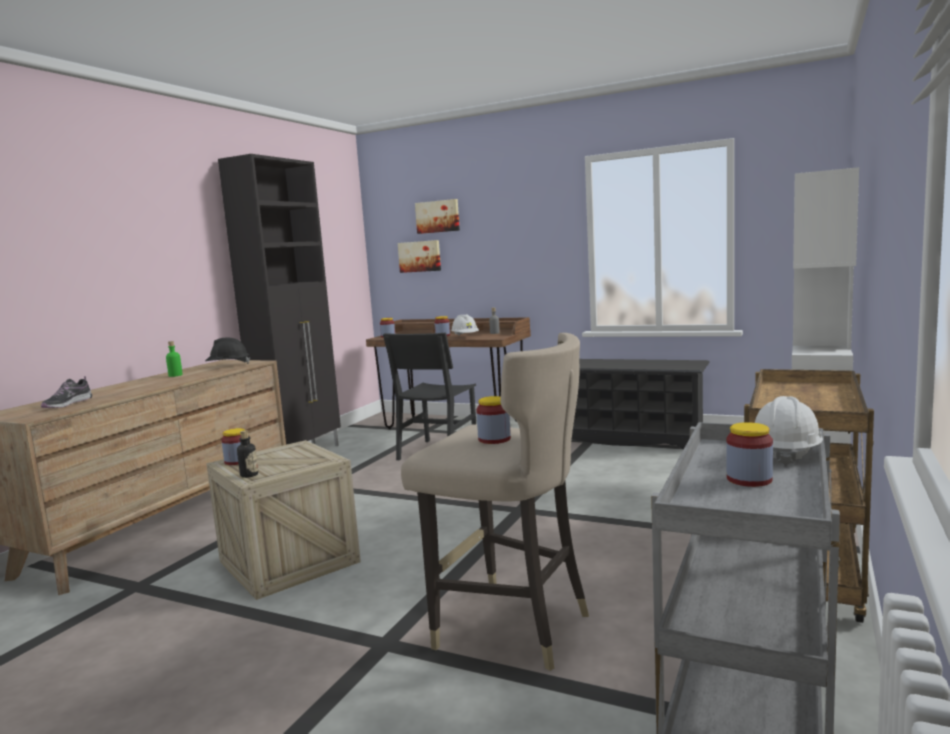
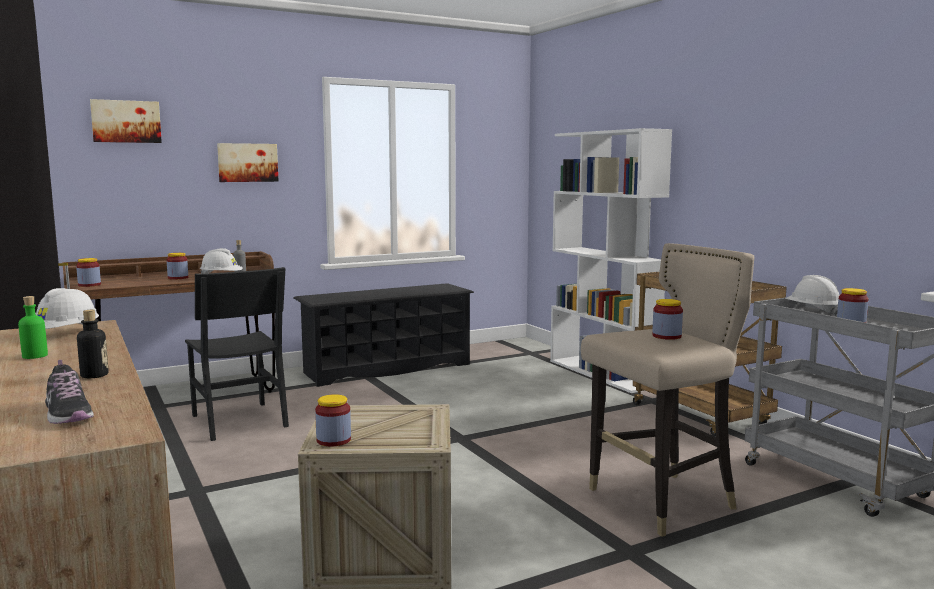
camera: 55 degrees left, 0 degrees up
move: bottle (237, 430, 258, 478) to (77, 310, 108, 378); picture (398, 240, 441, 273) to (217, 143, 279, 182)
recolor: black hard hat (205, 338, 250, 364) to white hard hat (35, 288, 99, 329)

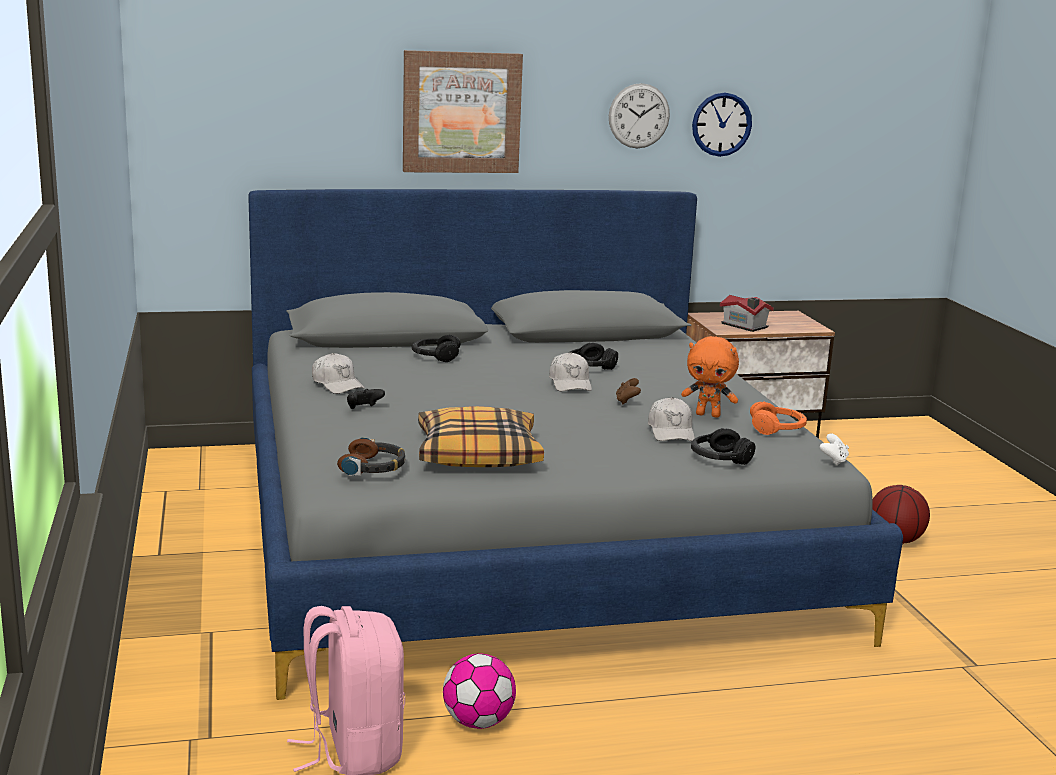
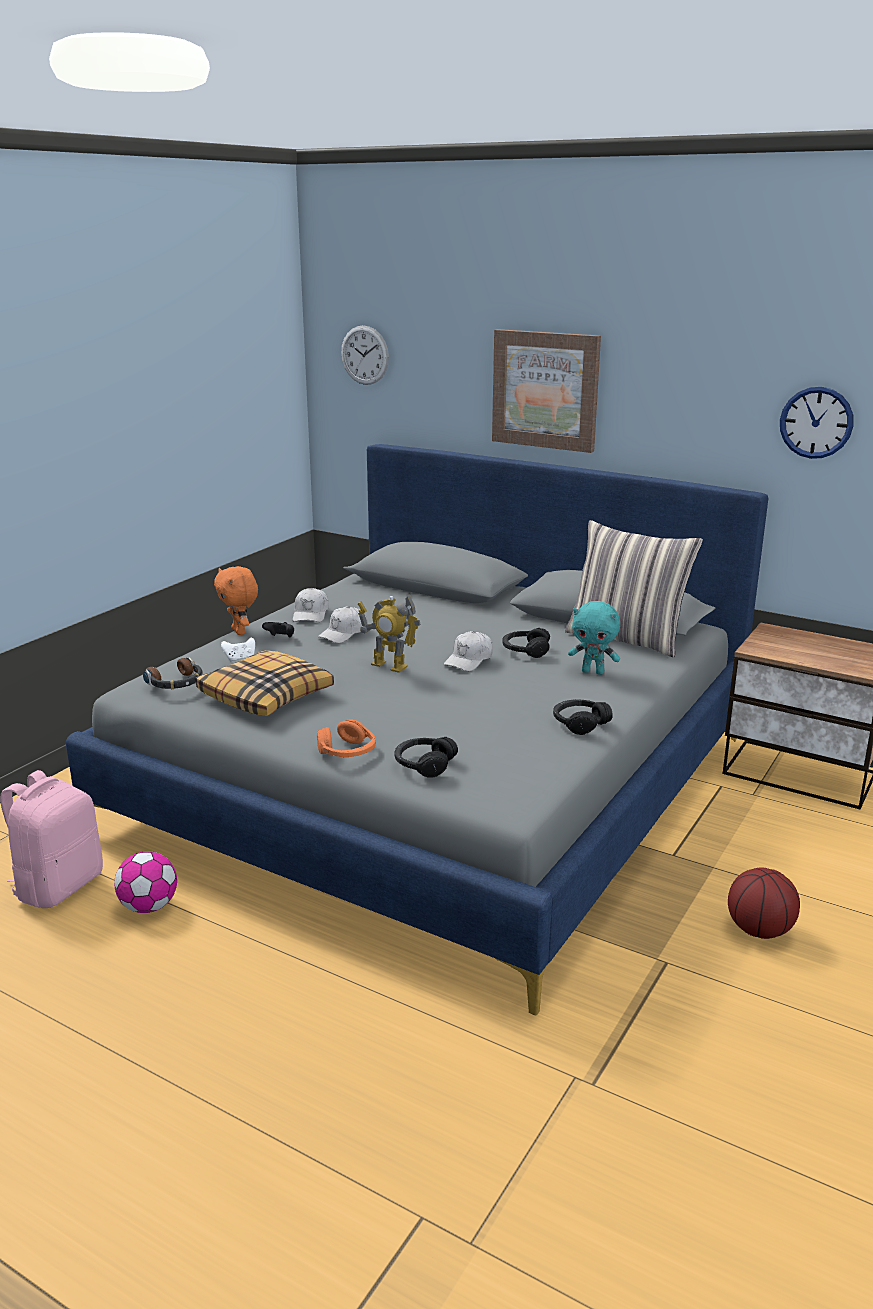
camera: 45 degrees right, 5 degrees up
delete: brown game controller (616, 378, 641, 404); toy house (719, 295, 774, 332)
insert: toy robot (358, 594, 421, 673); pillow (565, 520, 703, 657); turquoise plush toy (568, 601, 620, 675)
move: black headphones (412, 335, 461, 362) to (553, 699, 613, 735); wall clock (609, 83, 670, 148) to (341, 325, 389, 385); white cap (648, 397, 695, 441) to (318, 606, 368, 643); orange plush toy (681, 336, 739, 418) to (214, 566, 258, 635); orange headphones (750, 401, 807, 435) to (317, 719, 376, 757); white game controller (820, 433, 849, 466) to (221, 638, 255, 662)

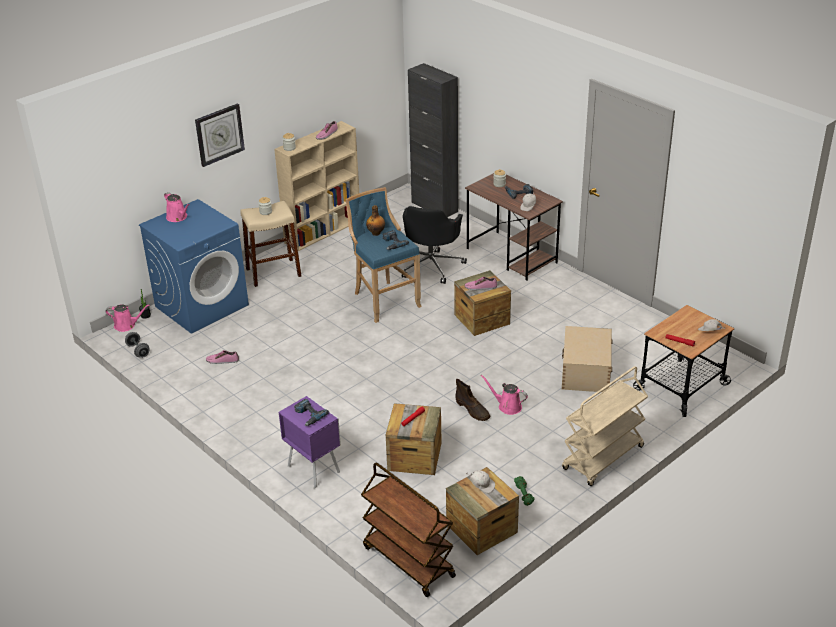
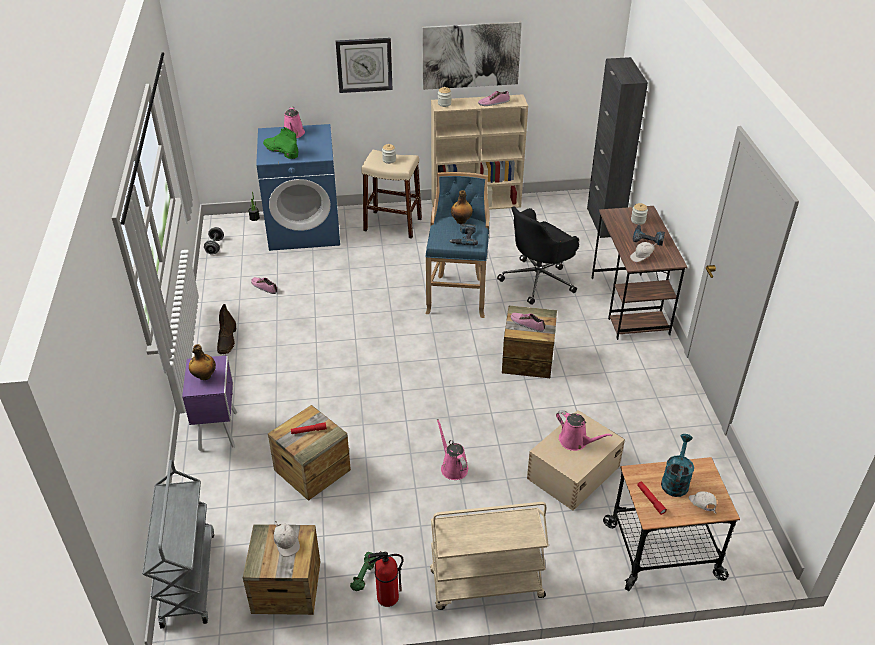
camera: 35 degrees right, 5 degrees up
insert: green boot (263, 127, 299, 159); fire extinguisher (368, 552, 404, 607); picture (422, 22, 522, 90); turquoise watering can (661, 434, 694, 497)
move: pink watering can (106, 304, 149, 332) to (556, 410, 612, 451); brown boot (456, 379, 490, 421) to (217, 304, 236, 354)
replace: power drill (294, 399, 329, 426) to bottle (189, 344, 216, 380)
recolor: brown cart (361, 462, 456, 597) to grey cart (142, 460, 214, 628)

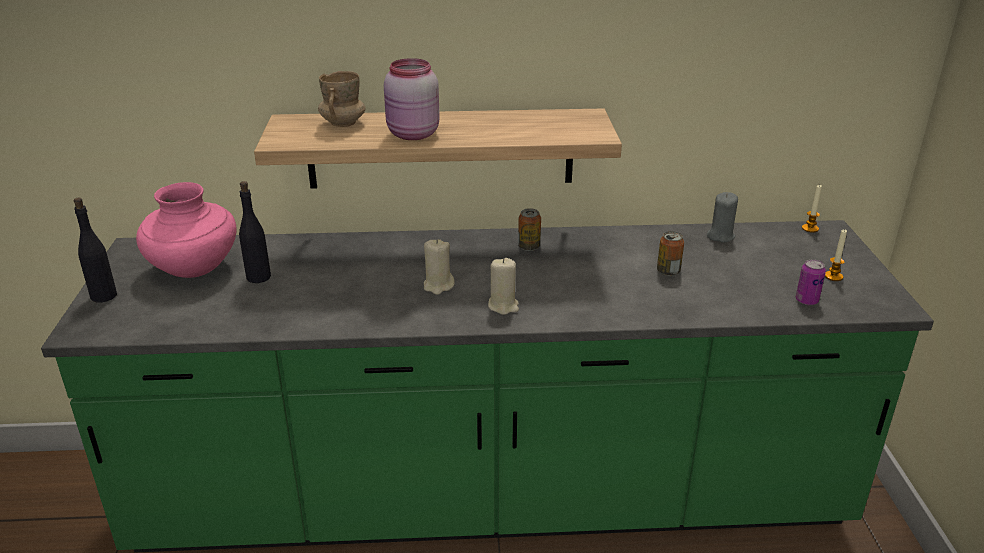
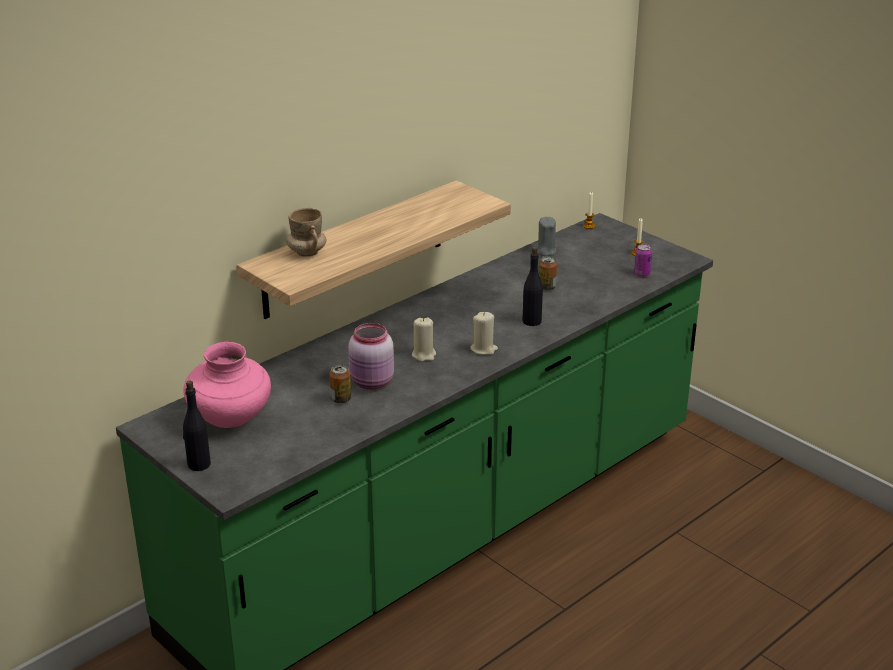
camera: 40 degrees left, 0 degrees up
move: black bottle (239, 181, 271, 283) to (522, 247, 543, 326); pink jar (384, 58, 440, 140) to (348, 323, 394, 389); can (518, 208, 541, 251) to (329, 364, 351, 404)

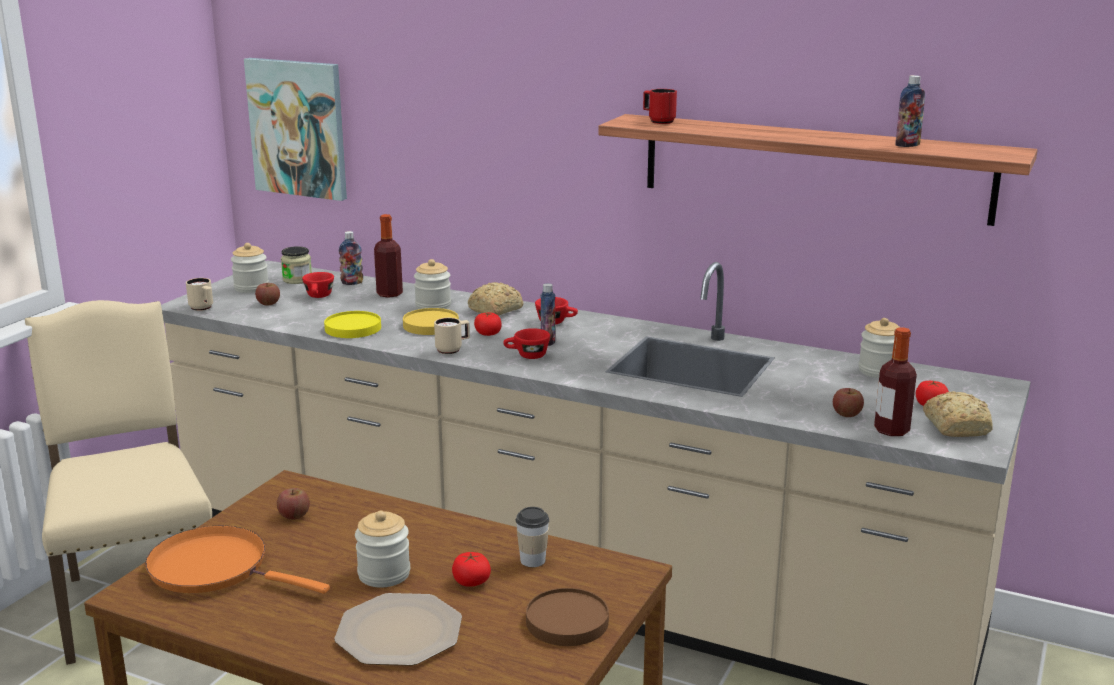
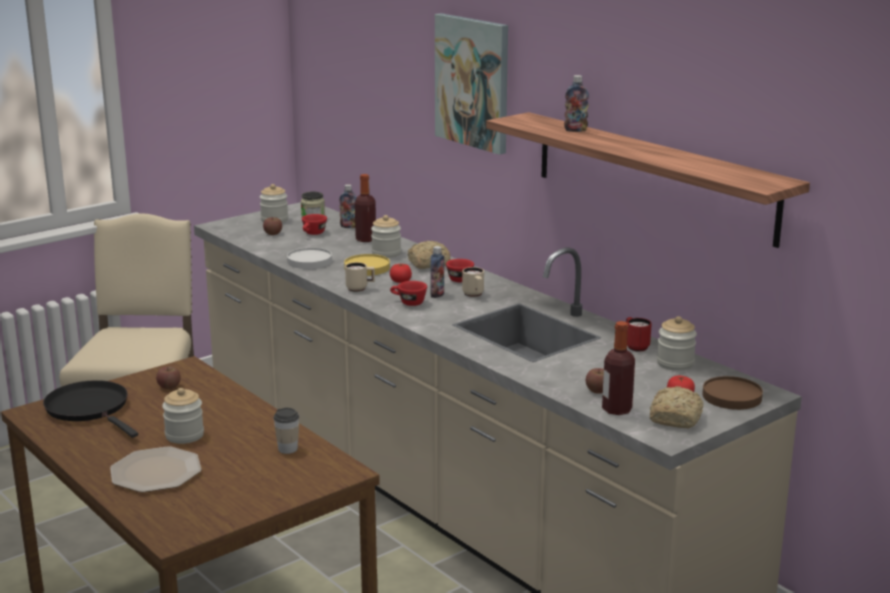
camera: 25 degrees right, 0 degrees up
delete: tomato (452, 552, 491, 587)
move: beige mug (186, 278, 213, 311) to (462, 267, 484, 297); picture (244, 58, 347, 201) to (435, 13, 508, 155); brown plate (526, 588, 609, 646) to (702, 376, 763, 410); red mug (643, 89, 677, 124) to (626, 317, 652, 352); bottle (895, 75, 925, 147) to (564, 75, 589, 132)
recolor: orange frying pan (145, 526, 330, 594) to black frying pan (43, 380, 138, 438); yellow plate (324, 311, 381, 338) to white plate (287, 248, 332, 269)

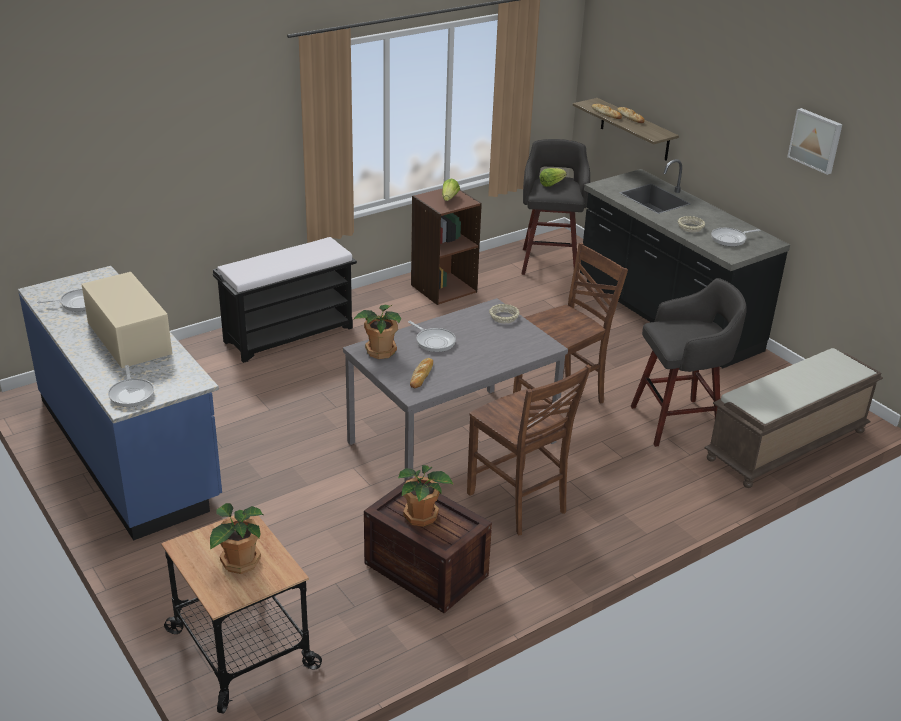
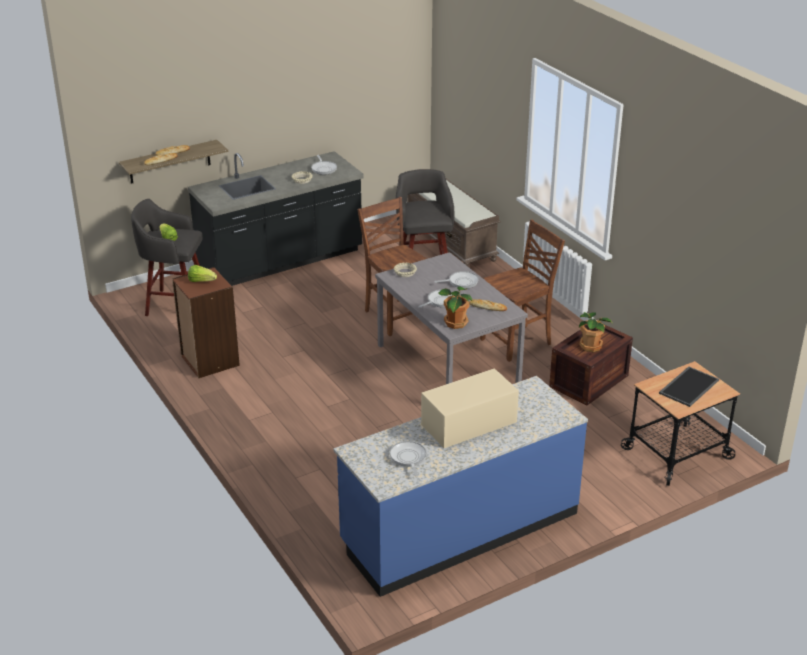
camera: 85 degrees left, 0 degrees up
delete: black bench (213, 237, 357, 363); picture (787, 108, 843, 175)
move: frying pan (108, 365, 154, 407) to (434, 271, 479, 289)
replace: potted plant (210, 503, 264, 574) to tray (659, 367, 719, 407)

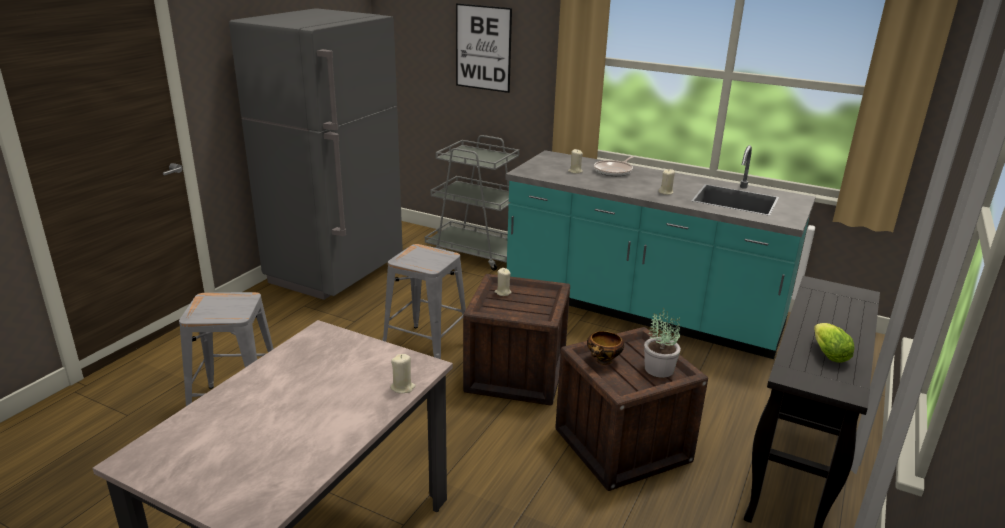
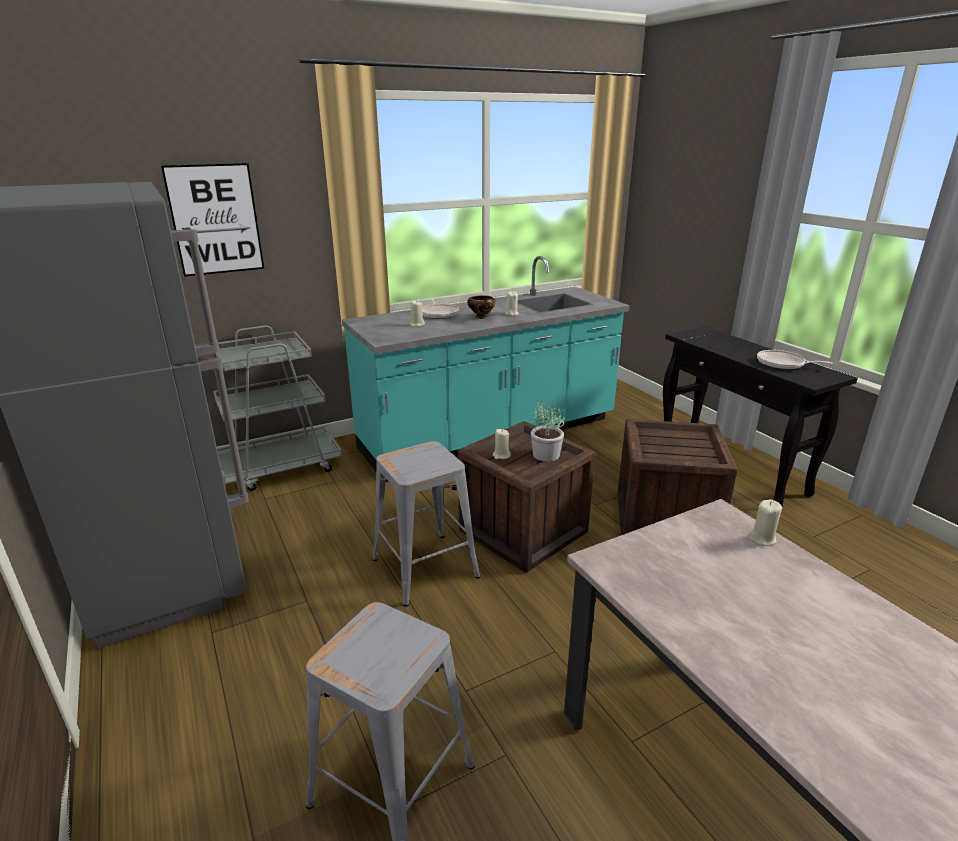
camera: 55 degrees left, 0 degrees up
move: bowl (587, 331, 624, 365) to (467, 295, 495, 319); potted plant (644, 308, 681, 378) to (531, 400, 565, 462)
replace: lettuce (814, 323, 855, 363) to frying pan (757, 350, 832, 369)

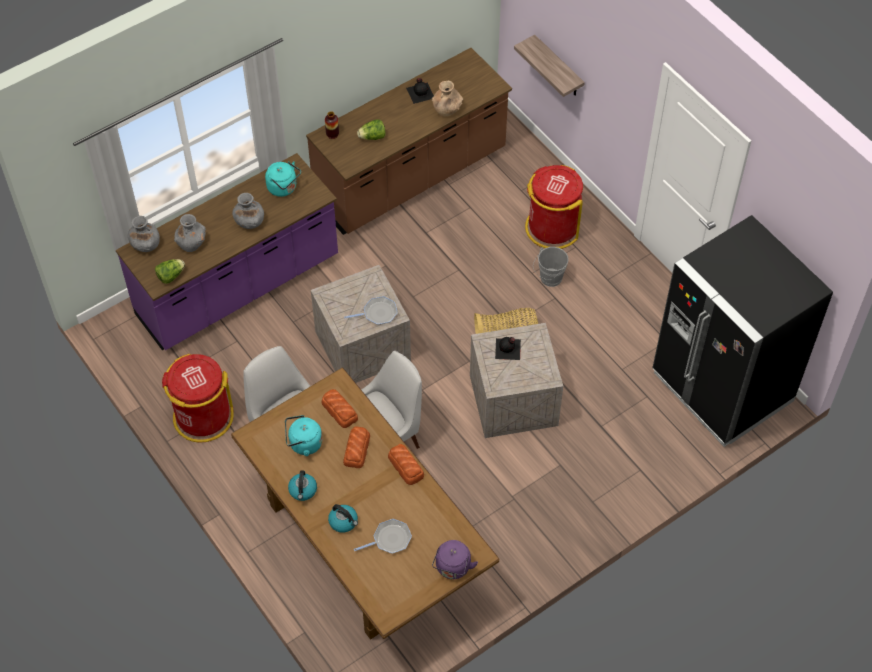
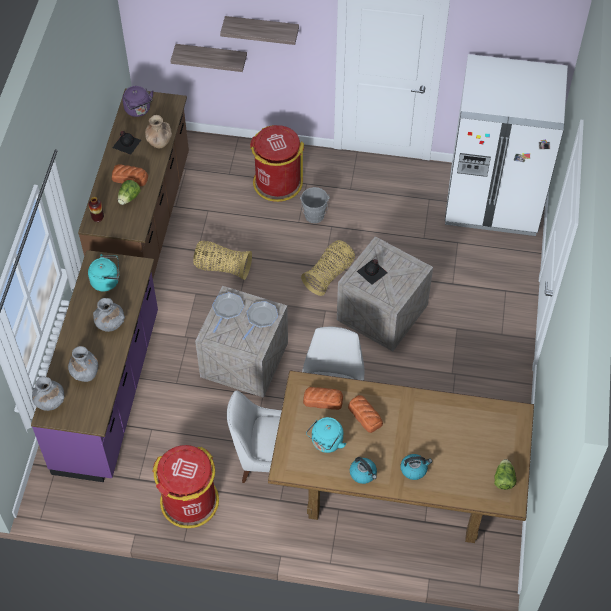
camera: 45 degrees left, 0 degrees up
insert: basket (193, 241, 252, 280); shelf (220, 16, 299, 45)
move: lettuce (155, 259, 185, 284) to (494, 459, 517, 490); frying pan (354, 519, 412, 554) to (212, 292, 244, 333); bread (388, 444, 424, 485) to (112, 164, 148, 186); purple kettle (432, 540, 478, 579) to (122, 86, 154, 117)
recolor: black fridge (652, 215, 833, 447) to white fridge (445, 54, 568, 236)

